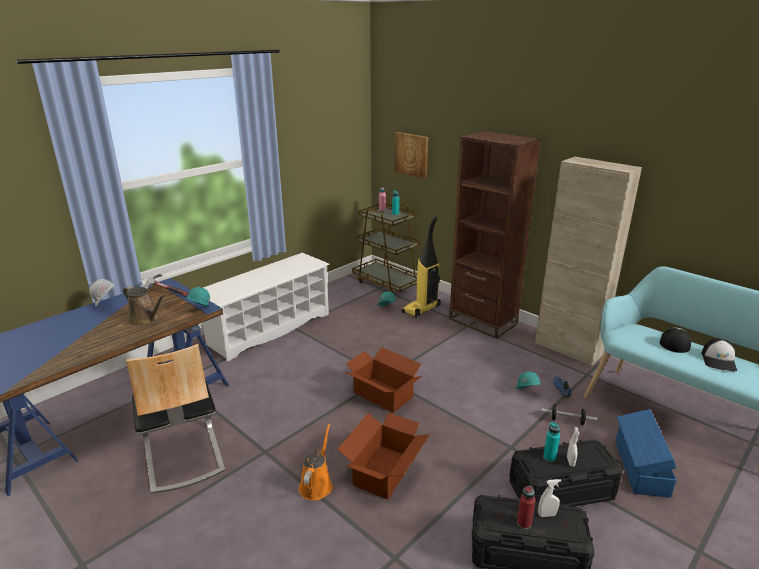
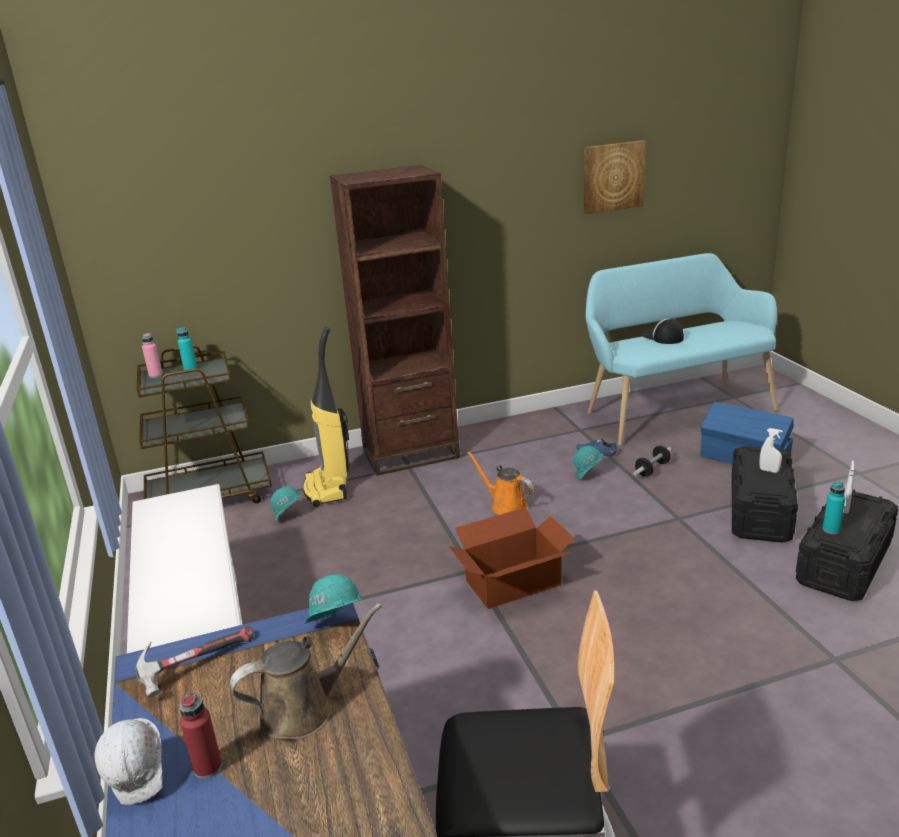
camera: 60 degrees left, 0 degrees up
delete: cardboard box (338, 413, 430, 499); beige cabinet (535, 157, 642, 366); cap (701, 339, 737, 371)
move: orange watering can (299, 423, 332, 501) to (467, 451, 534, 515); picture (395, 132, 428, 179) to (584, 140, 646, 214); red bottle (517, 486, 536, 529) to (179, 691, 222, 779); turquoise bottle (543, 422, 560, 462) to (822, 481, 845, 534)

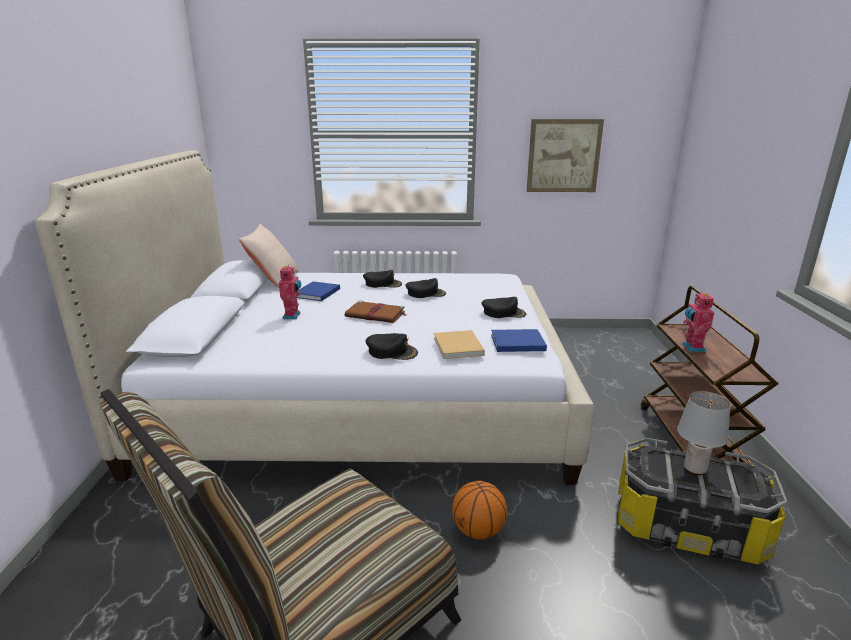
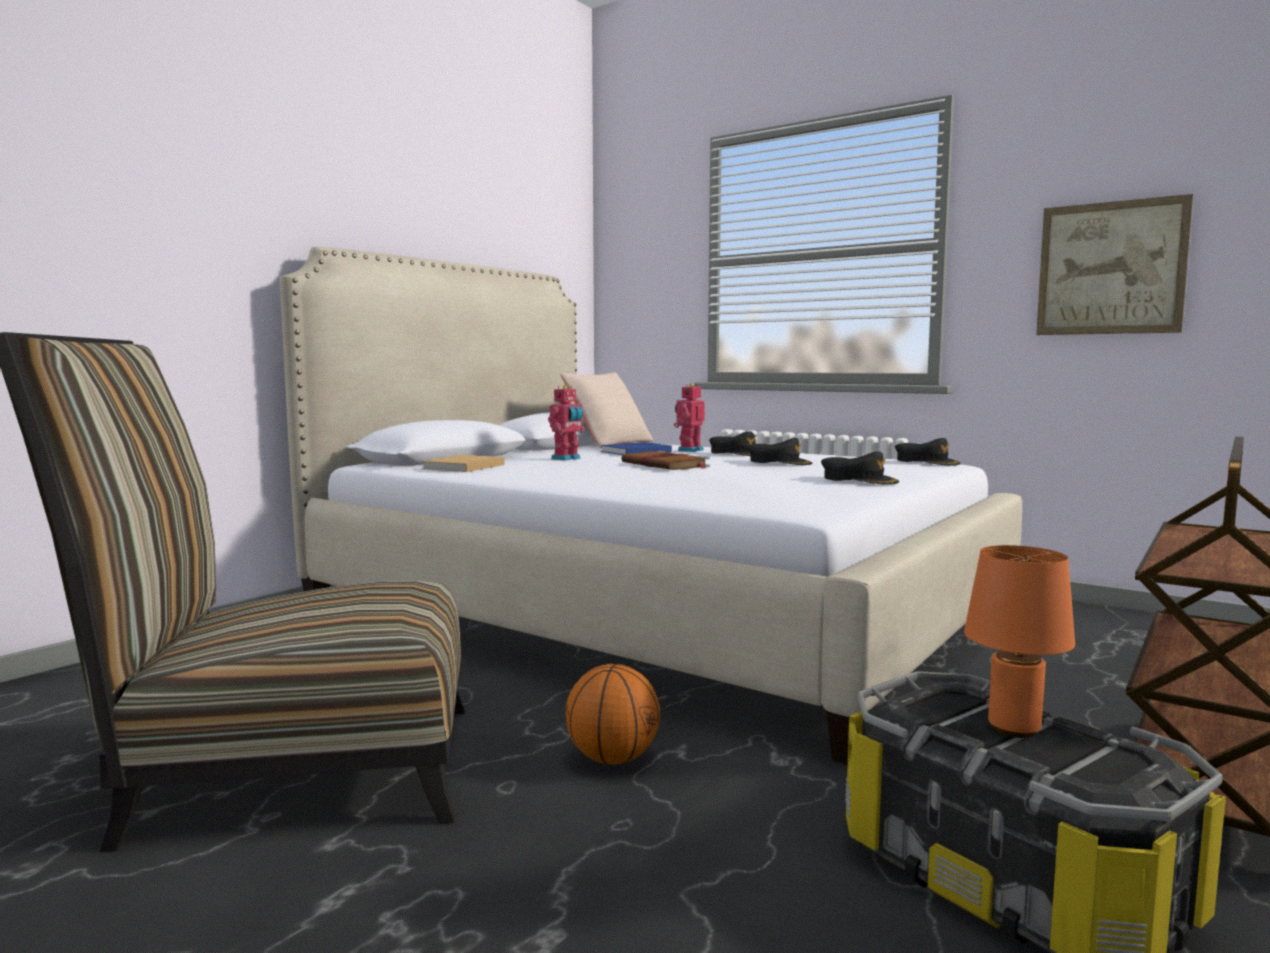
camera: 35 degrees right, 15 degrees down
delete: blue book (491, 329, 547, 352)
move: black cap (366, 333, 418, 360) to (895, 438, 961, 466); beige book (434, 330, 485, 359) to (421, 455, 505, 472); toy robot (683, 291, 714, 352) to (674, 383, 705, 452)
recolor: grey table lamp (677, 391, 731, 475) to orange table lamp (964, 545, 1075, 738)

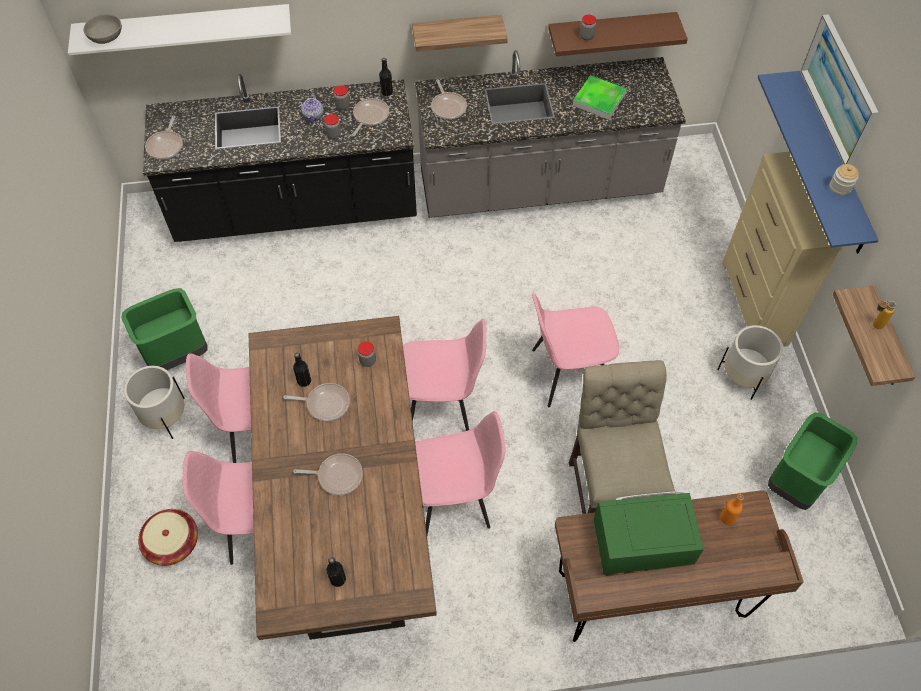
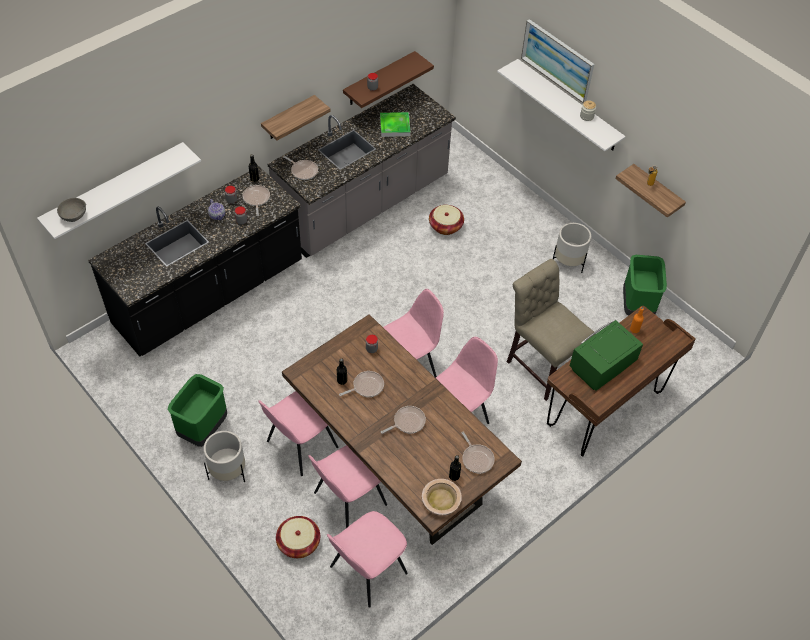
camera: 35 degrees left, 5 degrees down
delete: beige dresser (722, 152, 844, 347)
insert: beige bowl (422, 479, 462, 516); basket (429, 205, 464, 235)
move: frying pan (145, 116, 183, 160) to (461, 432, 495, 473); pink chair (532, 293, 619, 407) to (327, 511, 408, 608)
recolor: blue shelf (758, 71, 879, 254) to white shelf (497, 59, 626, 151)

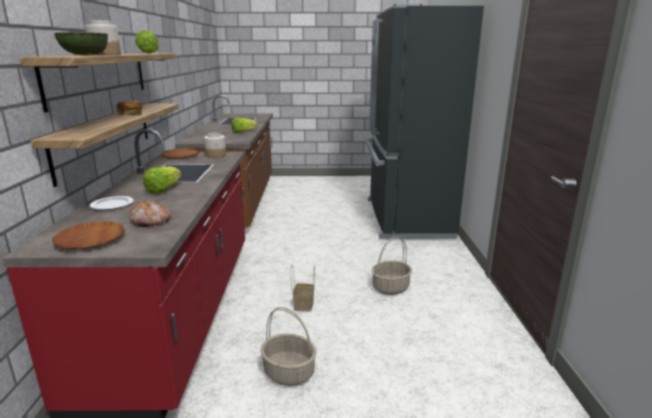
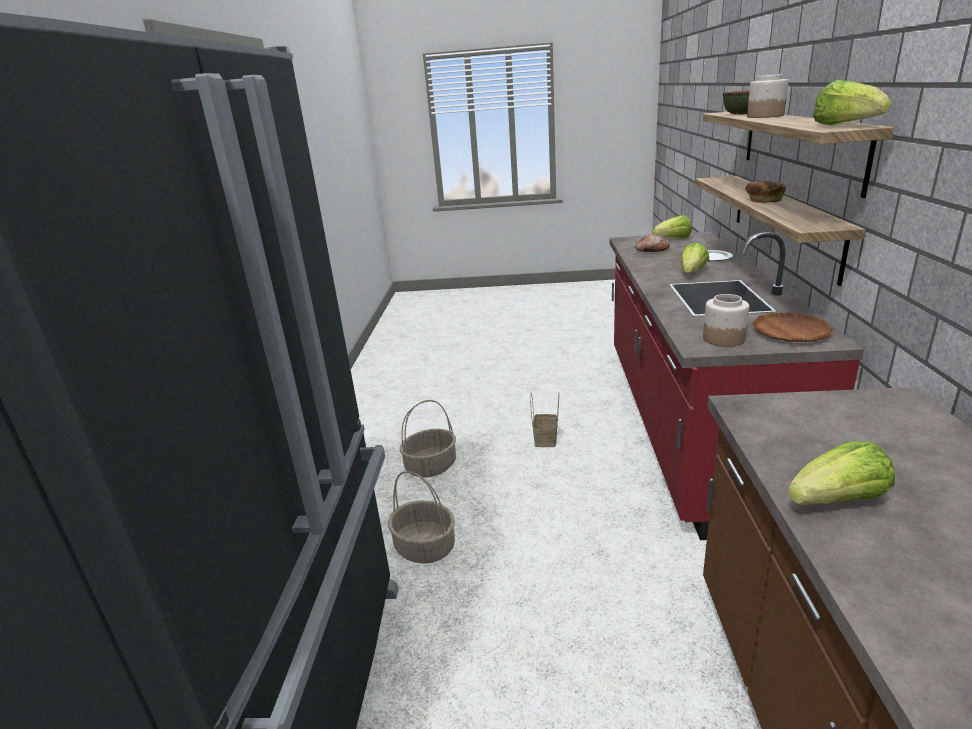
camera: 175 degrees left, 5 degrees up
move: basket (261, 307, 316, 386) to (388, 471, 455, 564)
replace: brown plate (52, 221, 125, 249) to lettuce (652, 215, 692, 239)

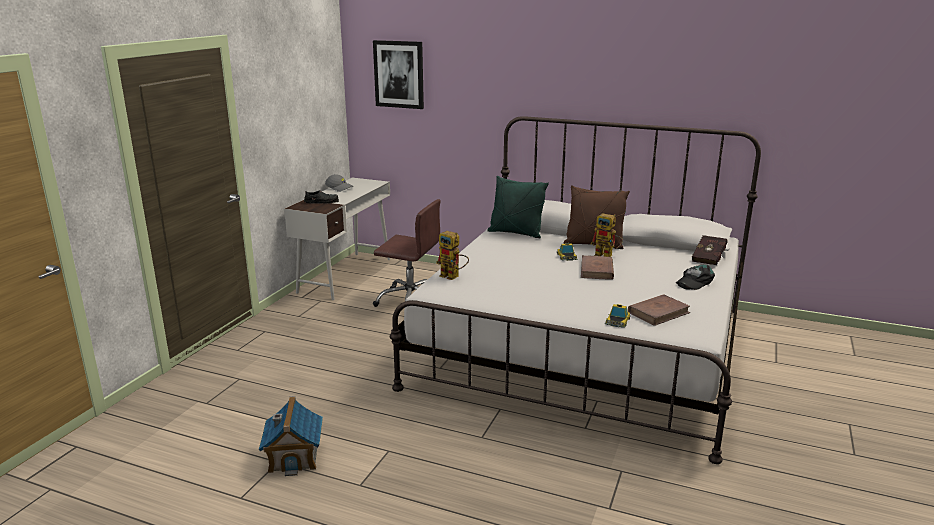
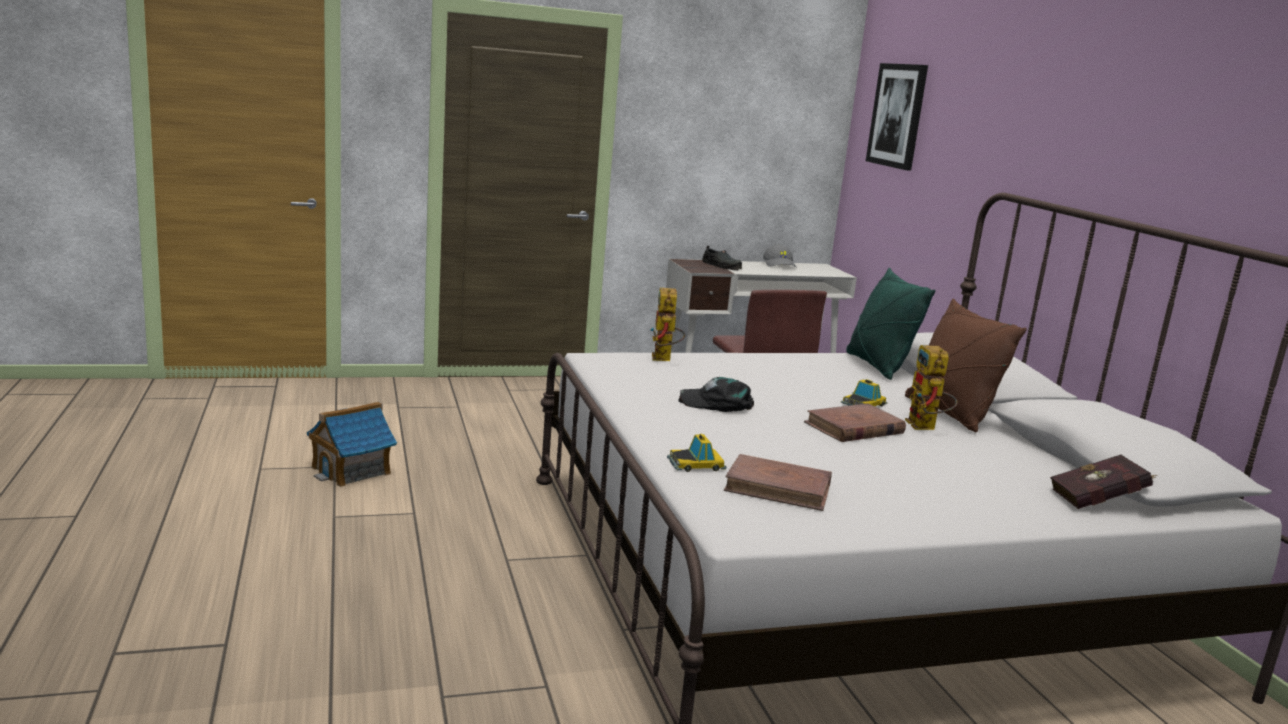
camera: 50 degrees right, 5 degrees down
move: black cap (676, 264, 715, 290) to (678, 377, 754, 412)

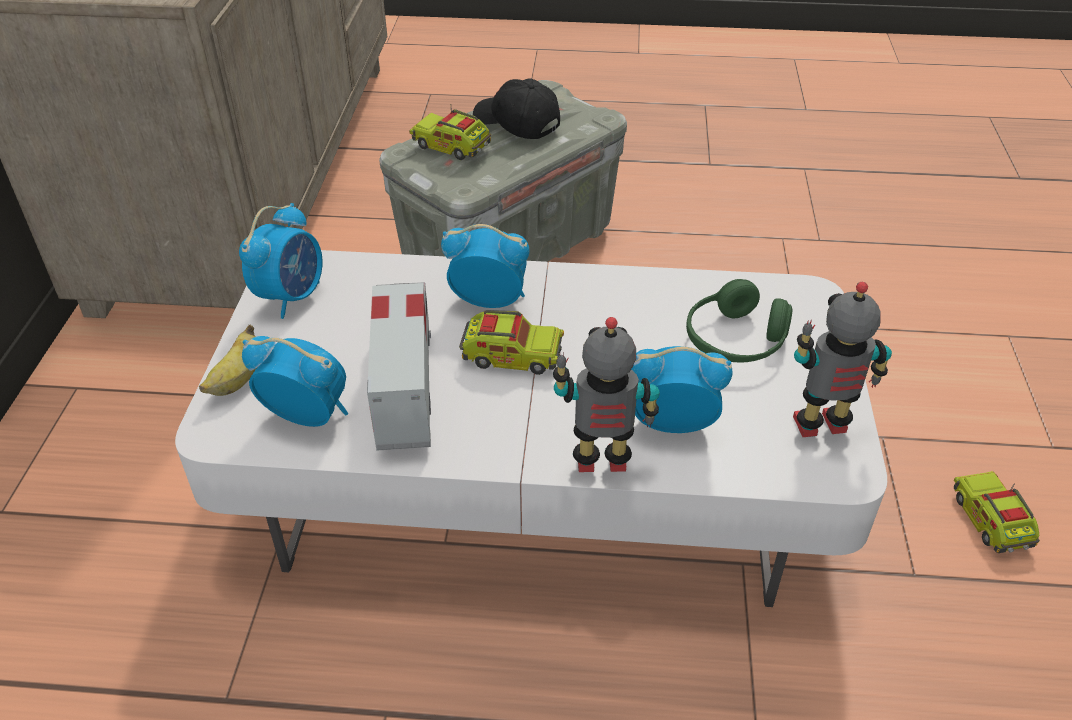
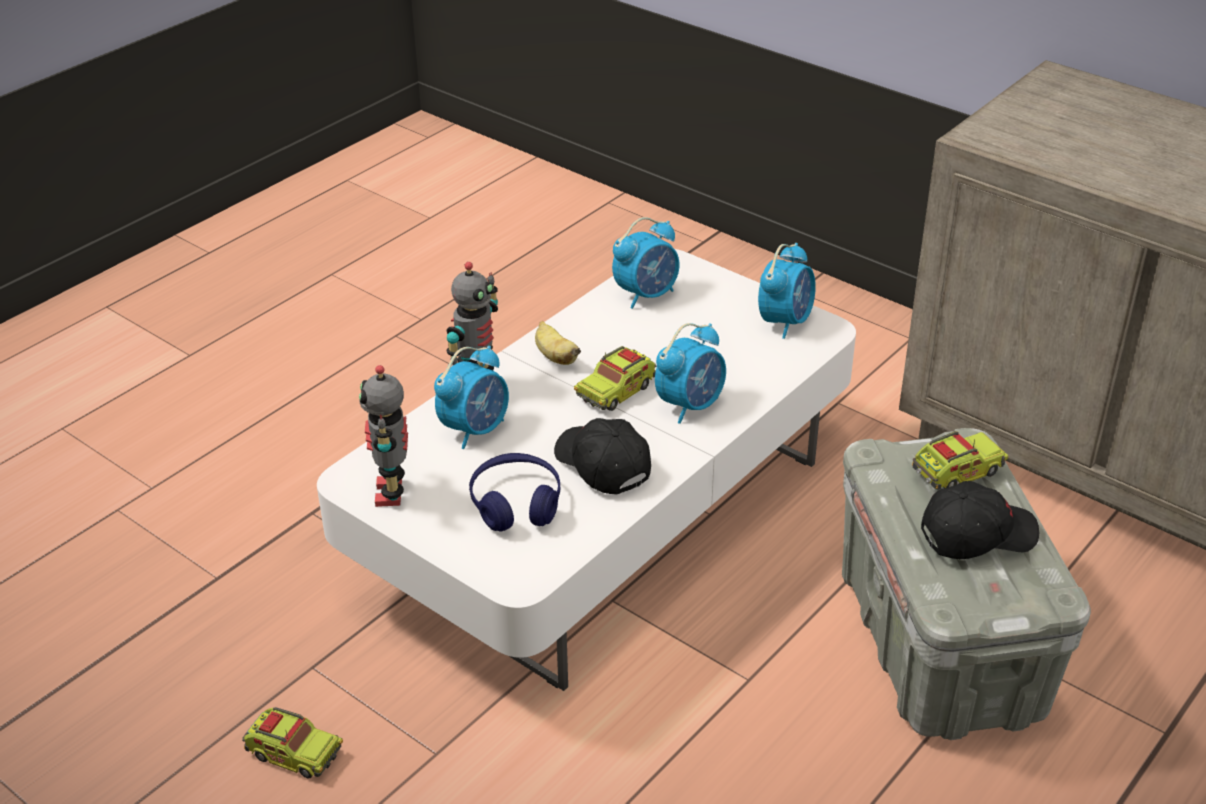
camera: 125 degrees right, 5 degrees down
delete: toy truck (367, 282, 431, 451)
insert: black cap (554, 418, 651, 495)
move: banana (199, 325, 256, 396) to (535, 321, 581, 365)
recolor: green headphones (686, 279, 793, 363) to blue headphones (469, 453, 560, 532)
rotate: alarm clock (239, 203, 323, 319) = (758, 243, 816, 339) 120 degrees counterclockwise; toy robot (793, 282, 892, 437) = (359, 365, 408, 507) 150 degrees clockwise

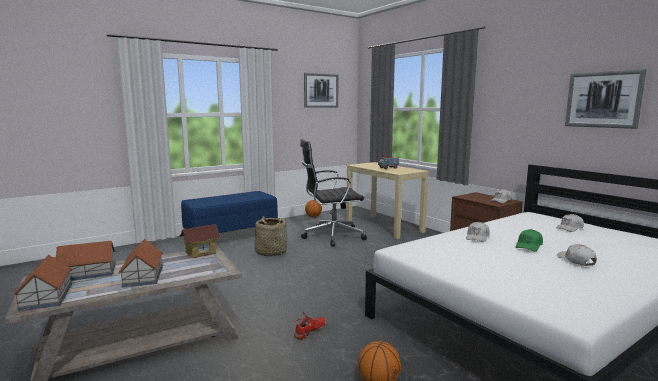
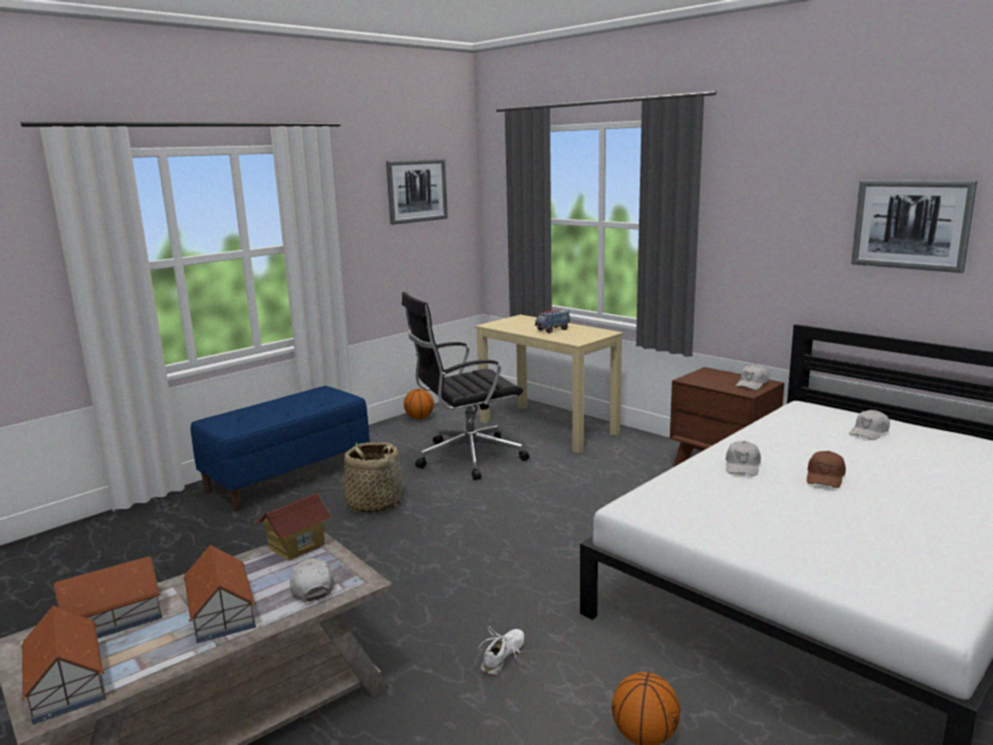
camera: 10 degrees left, 5 degrees up
move: white cap (557, 244, 597, 266) to (290, 558, 335, 602)
recolor: red shoe (294, 312, 326, 340) to white shoe (479, 626, 525, 676); green cap (516, 229, 543, 251) to brown cap (807, 451, 846, 488)

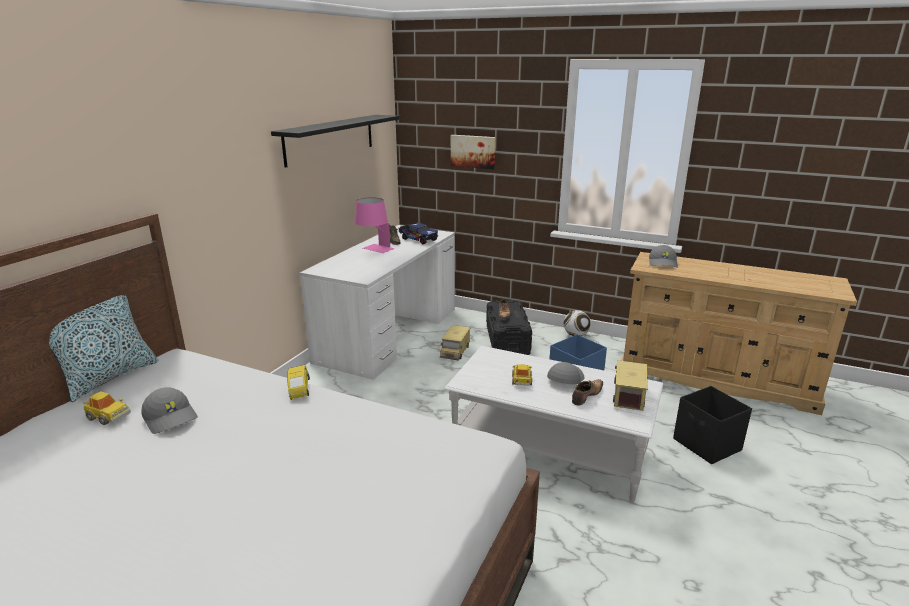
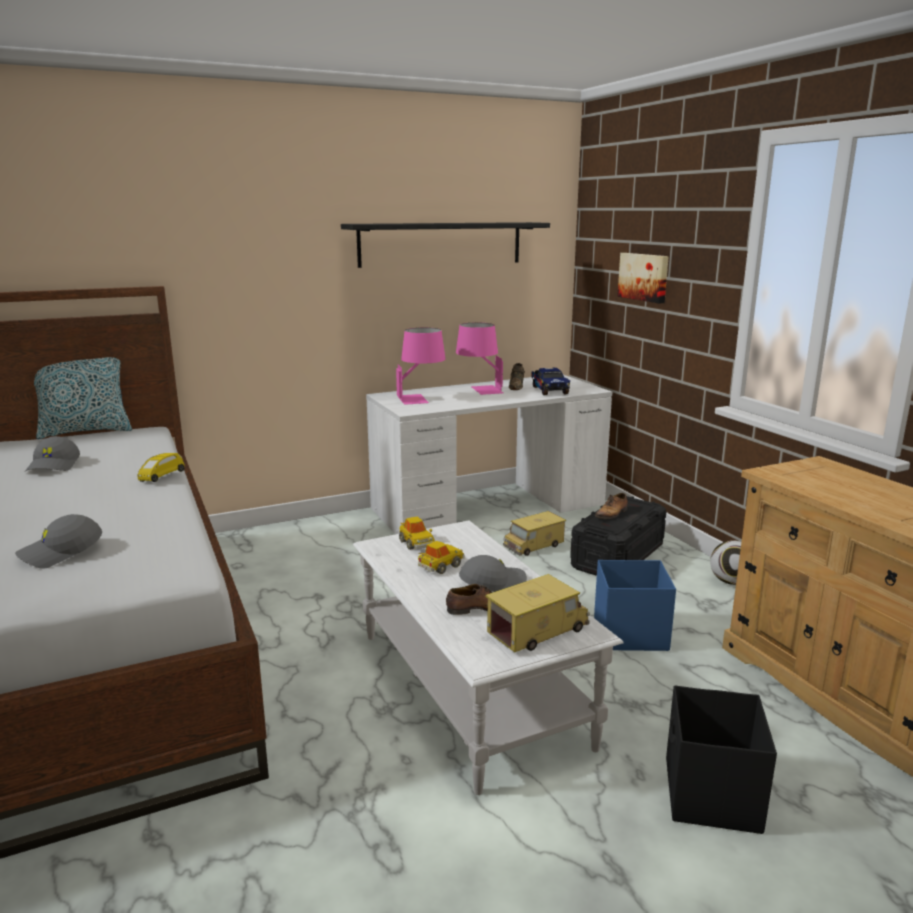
camera: 40 degrees right, 5 degrees down
insert: pink table lamp (396, 328, 445, 405)
move: toy car (84, 392, 131, 425) to (399, 517, 435, 550); grey cap (649, 245, 678, 268) to (15, 514, 102, 569)

